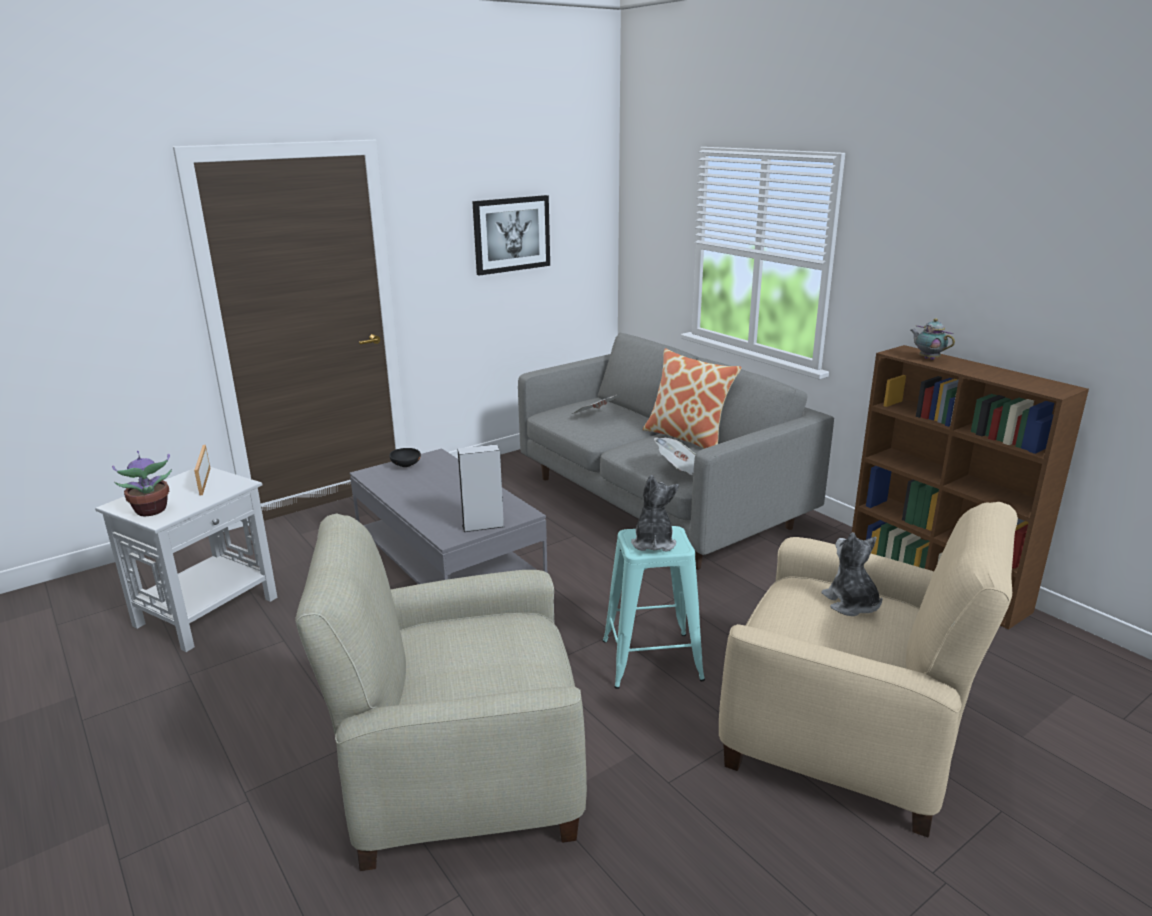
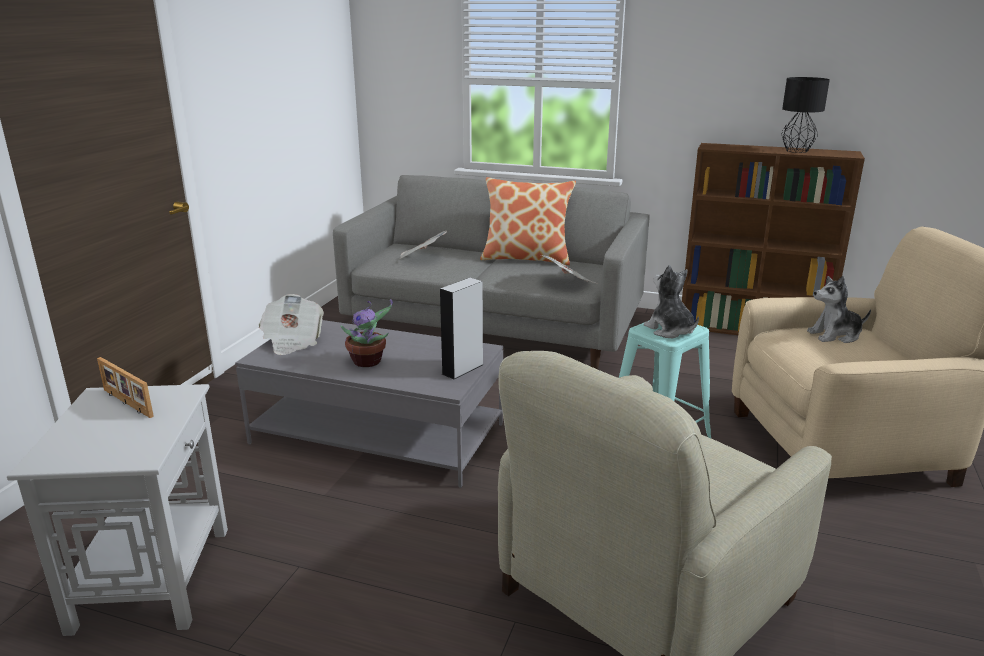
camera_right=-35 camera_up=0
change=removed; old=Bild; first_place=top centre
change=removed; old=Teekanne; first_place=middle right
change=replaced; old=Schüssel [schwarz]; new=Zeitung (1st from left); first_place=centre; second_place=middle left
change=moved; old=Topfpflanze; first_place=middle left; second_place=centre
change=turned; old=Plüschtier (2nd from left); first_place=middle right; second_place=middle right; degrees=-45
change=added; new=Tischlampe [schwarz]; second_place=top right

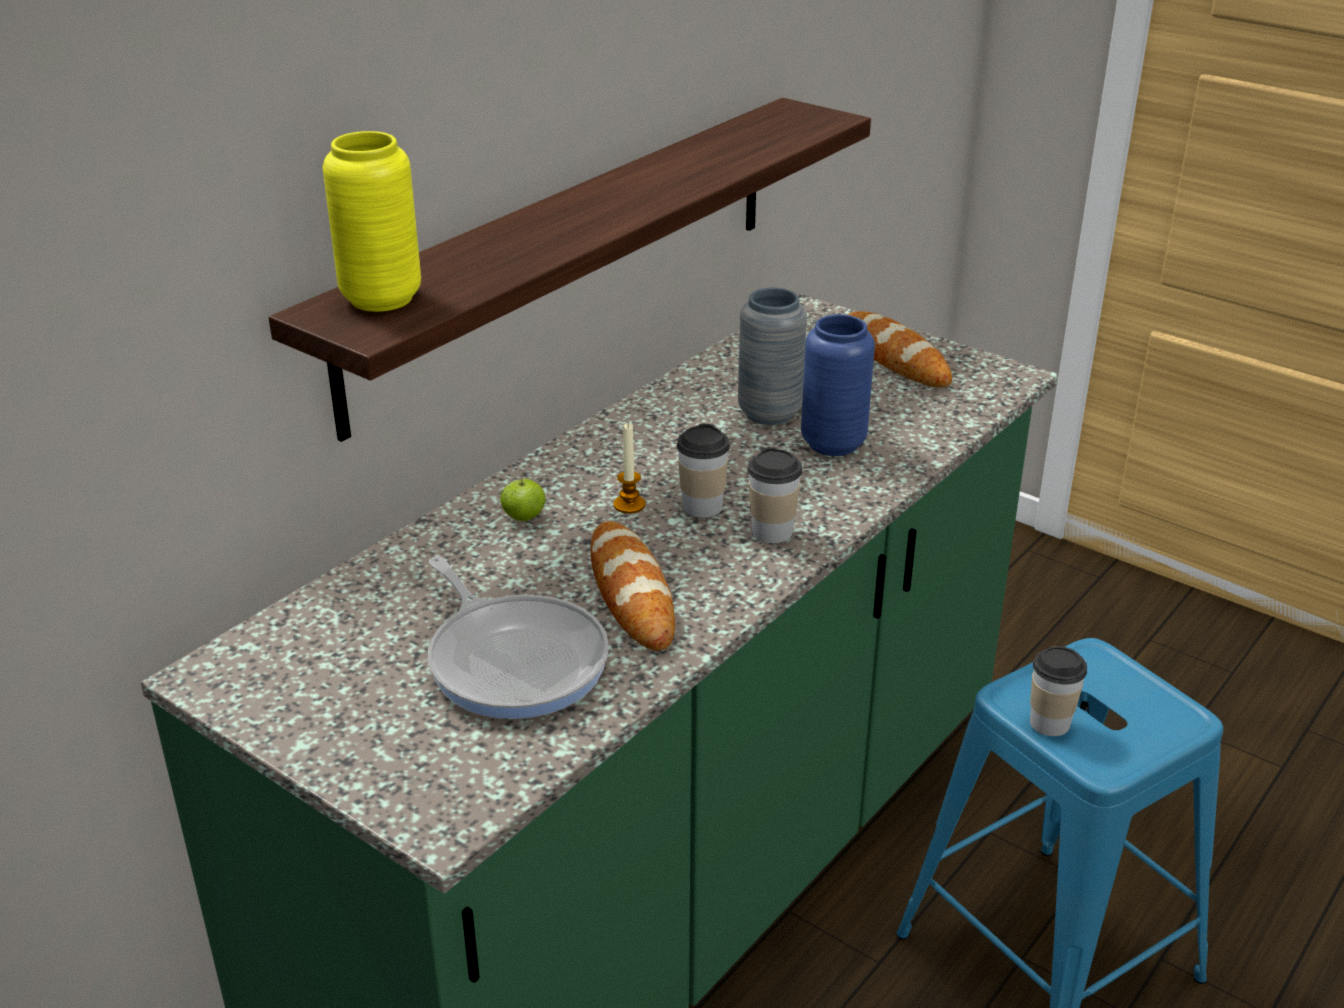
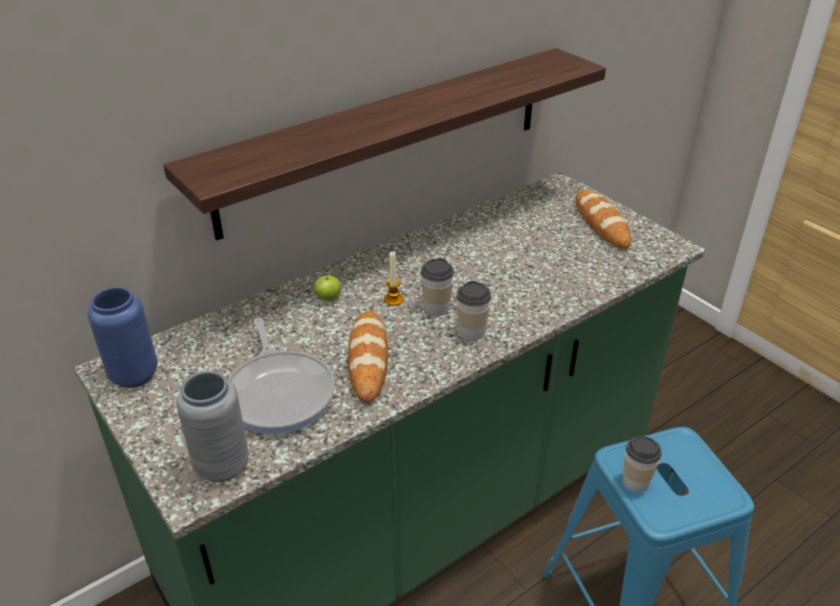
camera_right=15 camera_up=5
change=removed; old=Vase [gelb]; first_place=top left
change=moved; old=Vase [grau]; first_place=centre; second_place=bottom left
change=moved; old=Vase [blau]; first_place=centre; second_place=middle left

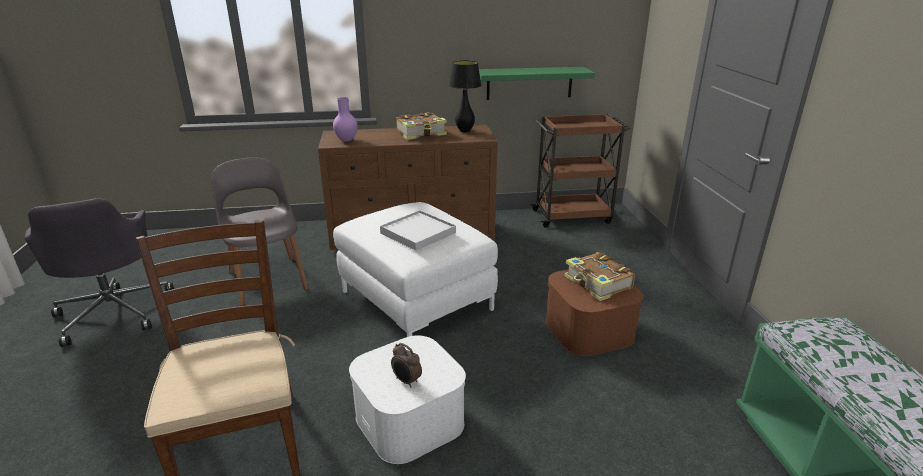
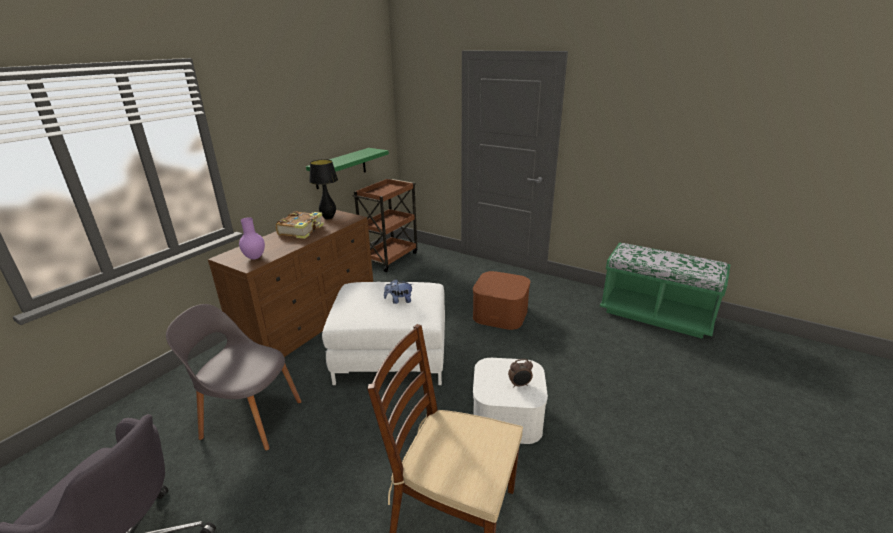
camera_right=-50 camera_up=0
change=replaced; old=Tablett [weiß]; new=Plüschtier; first_place=centre; second_place=centre
change=removed; old=Buch (2nd from left); first_place=centre

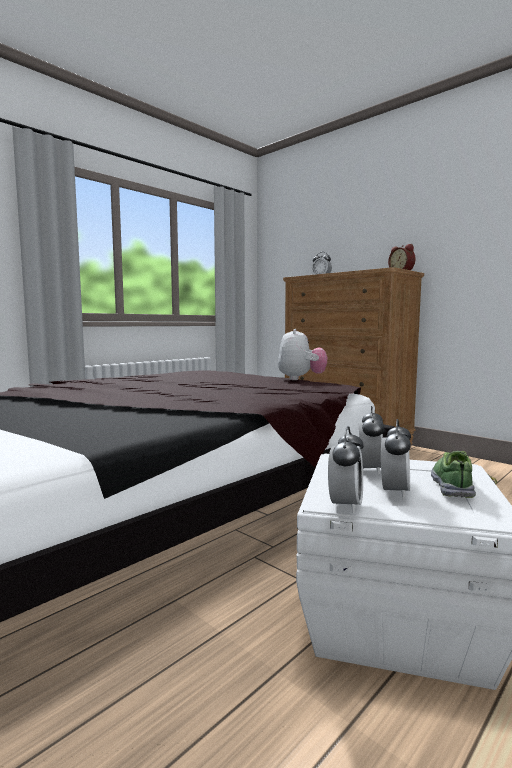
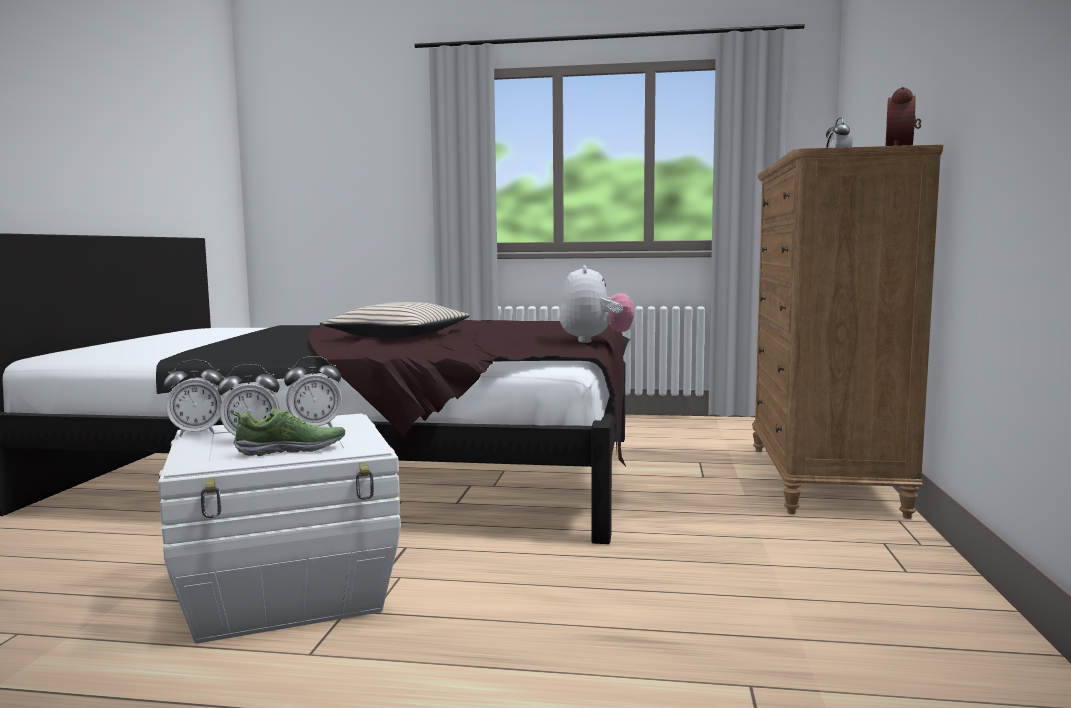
camera_right=55 camera_up=0
change=turned; old=Plüschtier; first_place=centre; second_place=centre; degrees=-60
change=added; new=Kissen [beige]; second_place=centre

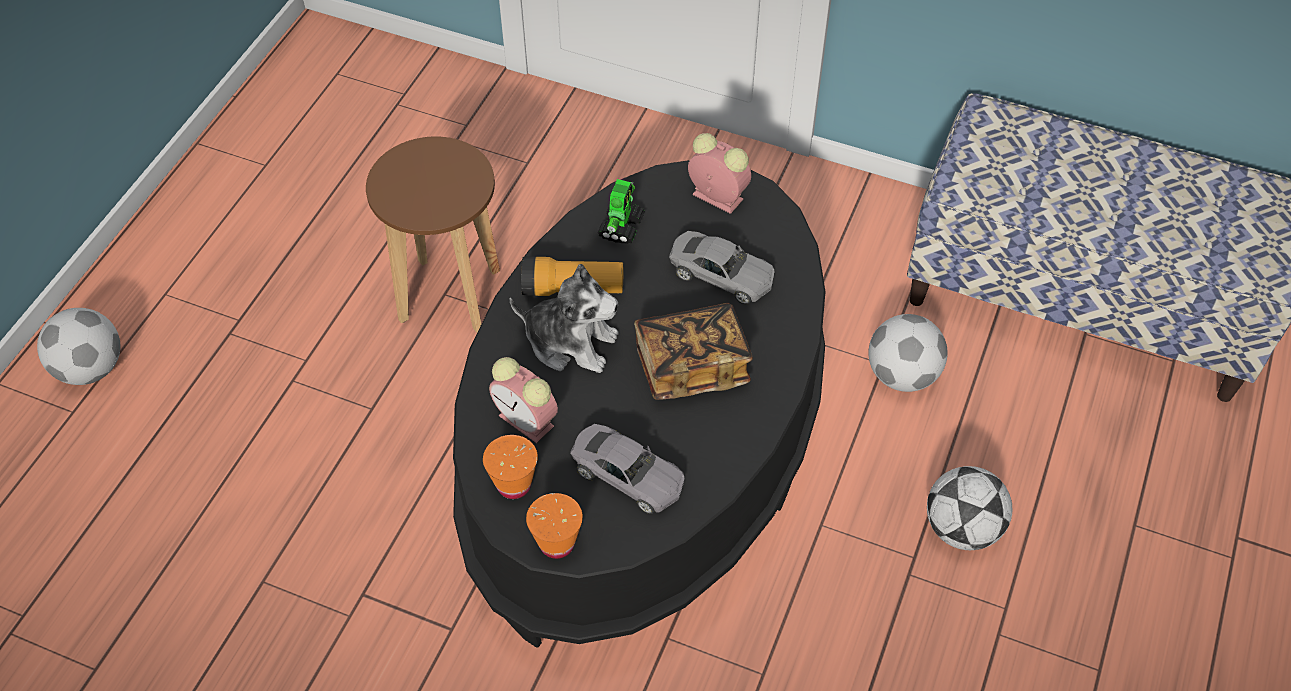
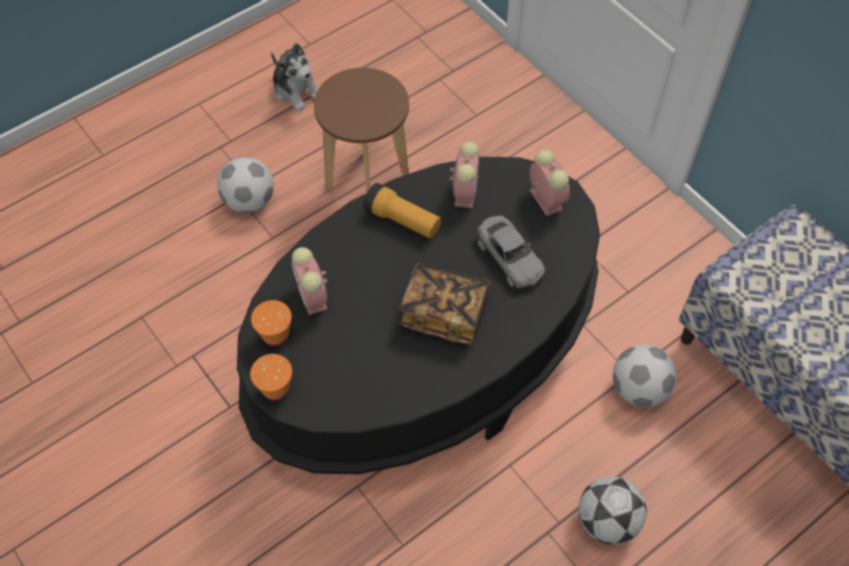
camera_right=30 camera_up=5
change=replaced; old=Spielzeugroboter; new=Wecker (2nd from left); first_place=top centre; second_place=top centre
change=moved; old=Plüschtier; first_place=centre; second_place=top centre
change=moved; old=Fußball (1st from left); first_place=middle left; second_place=top left
change=removed; old=Spielzeugauto [grau] (1st from left); first_place=bottom centre

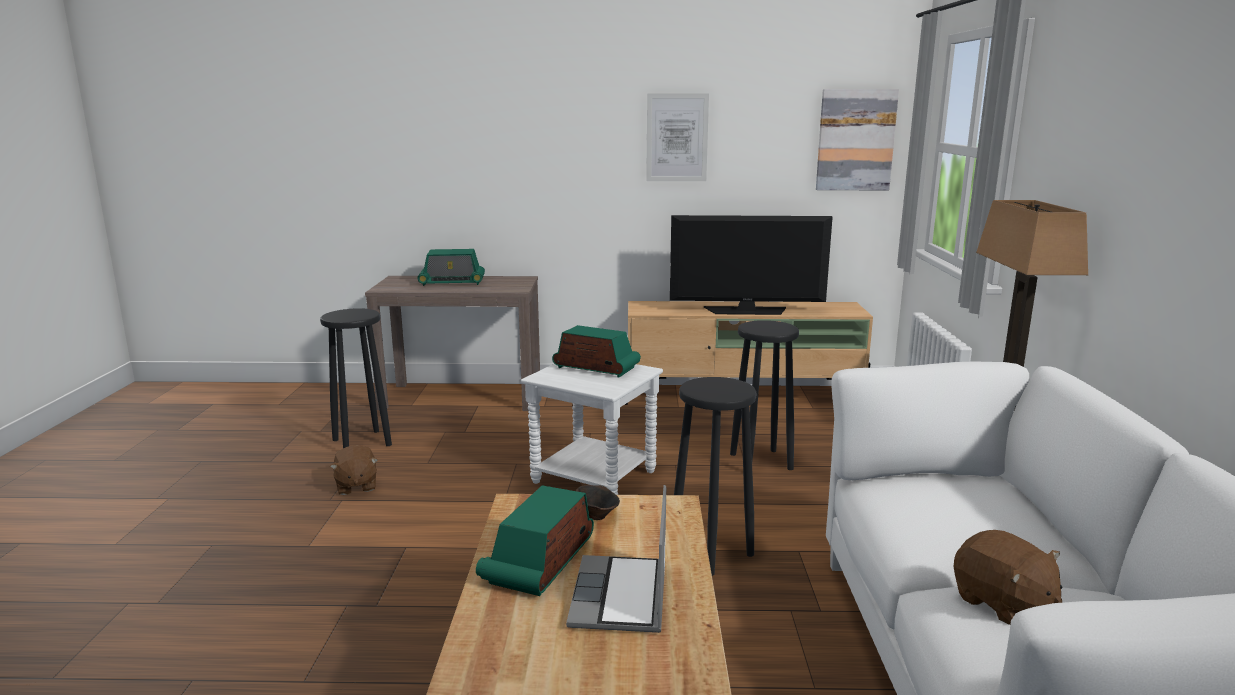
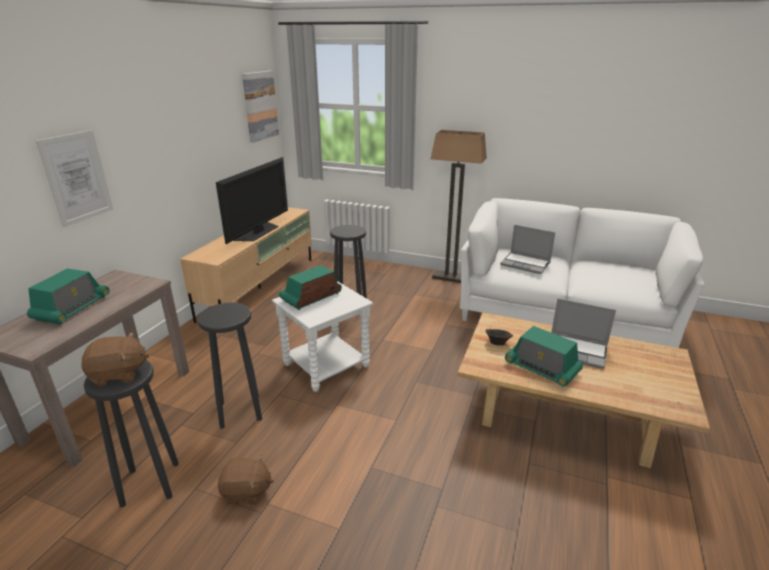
camera_right=-70 camera_up=10
change=moved; old=Bild (1st from left); first_place=top centre; second_place=top left
change=moved; old=Hocker [schwarz] (2nd from left); first_place=bottom centre; second_place=middle left
change=moved; old=Plüschtier [braun] (2nd from left in the first image); new=Plüschtier [braun] (1st from left); first_place=bottom right; second_place=middle left
change=added; new=Laptop (1st from left); second_place=middle right

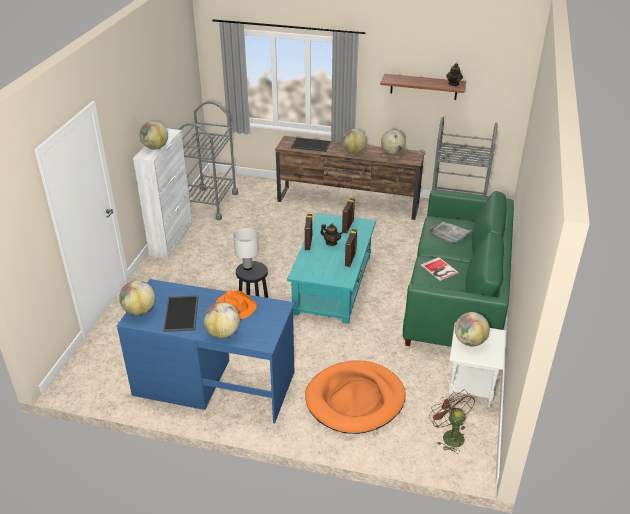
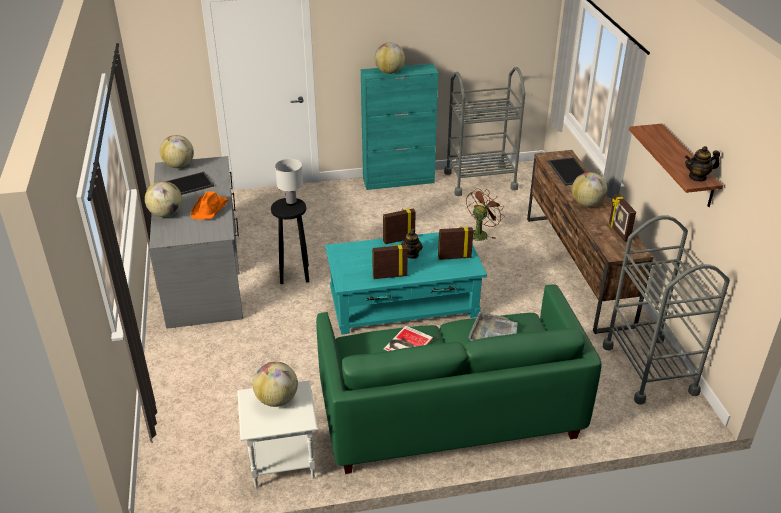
camera_right=65 camera_up=0
change=recoloured; old=Schrank [weiß]; new=Schrank [türkis]; first_place=middle left; second_place=top centre
change=replaced; old=Globus (5th from left); new=Bilderrahmen (4th from left); first_place=top centre; second_place=middle right
change=recoloured; old=Schreibtisch [blau]; new=Schreibtisch [grau]; first_place=bottom left; second_place=middle left
change=removed; old=Hundebett [orange]; first_place=bottom centre
change=moved; old=Ventilator [braun]; first_place=bottom right; second_place=centre

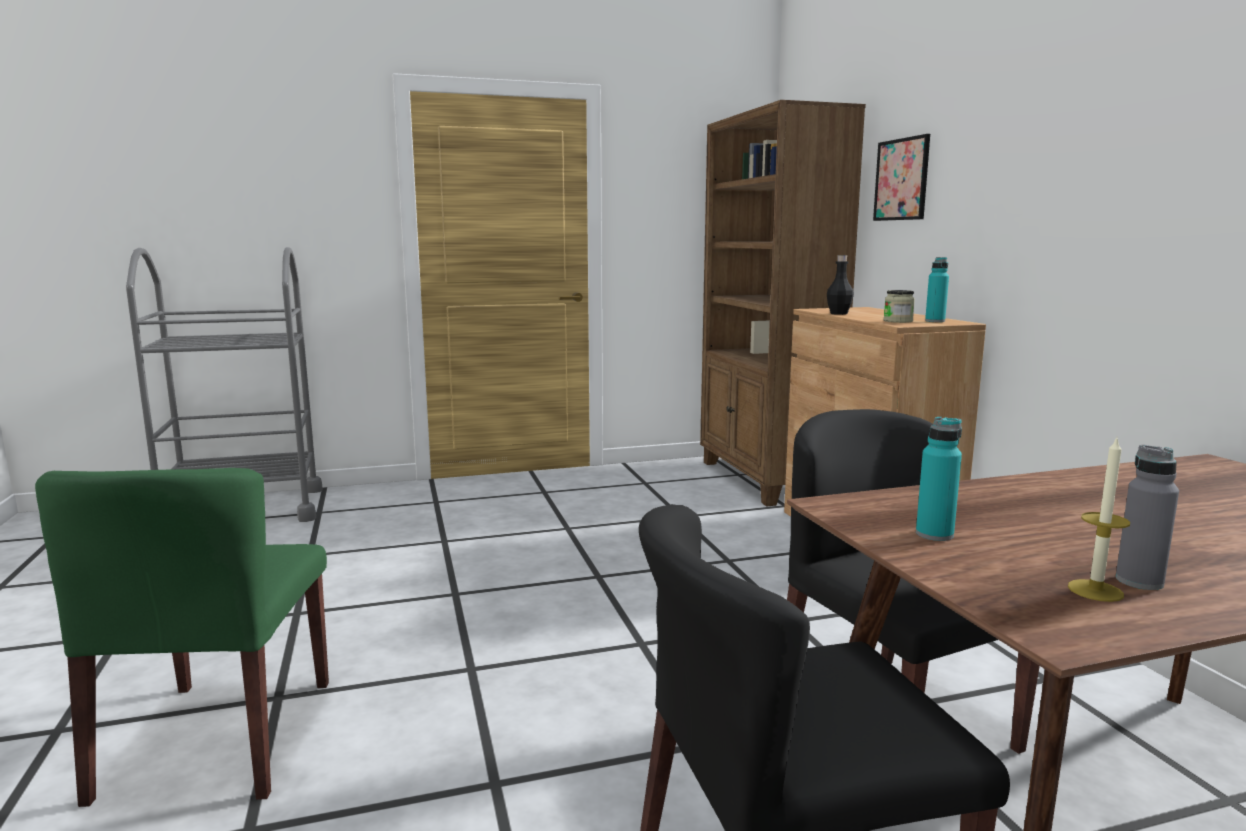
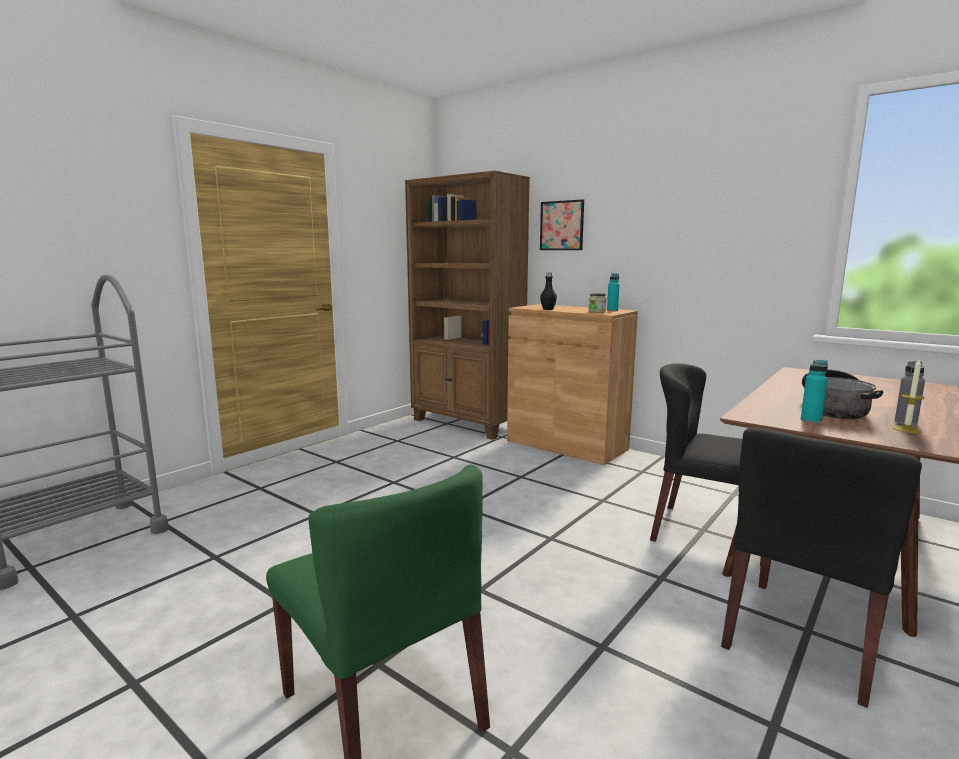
camera_right=-35 camera_up=0
change=added; new=Kochtopf; second_place=middle right

